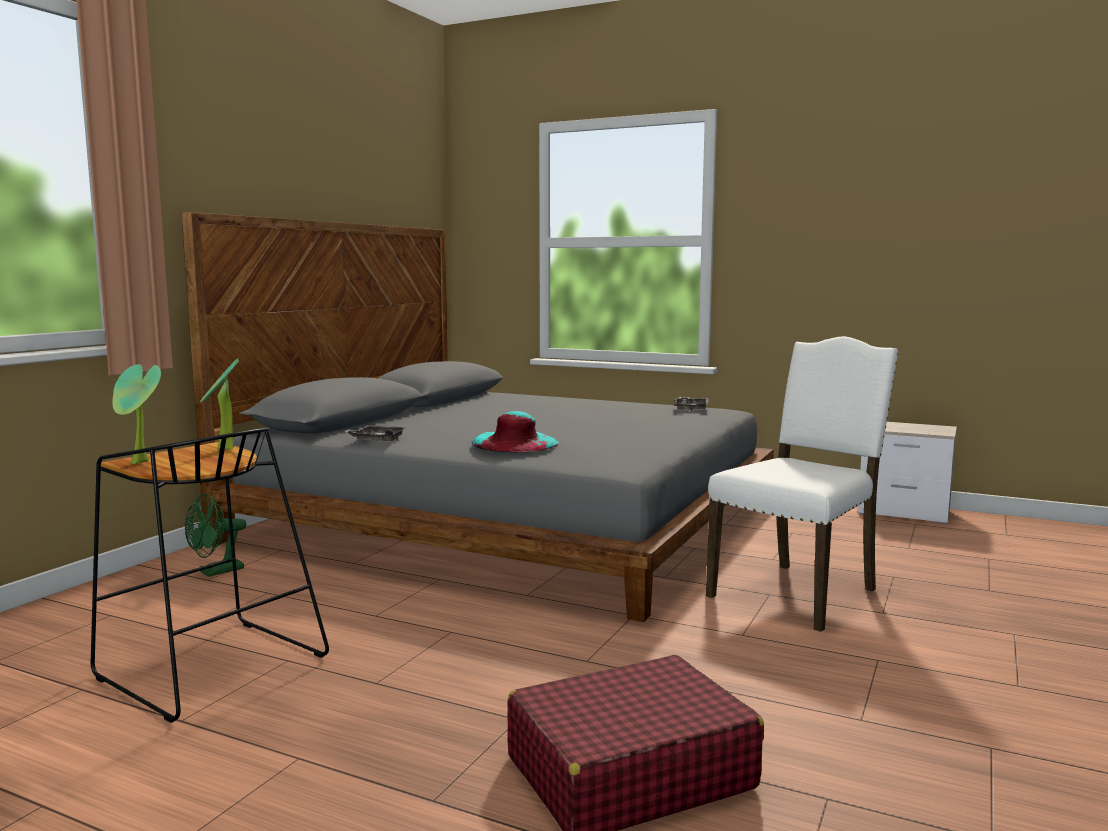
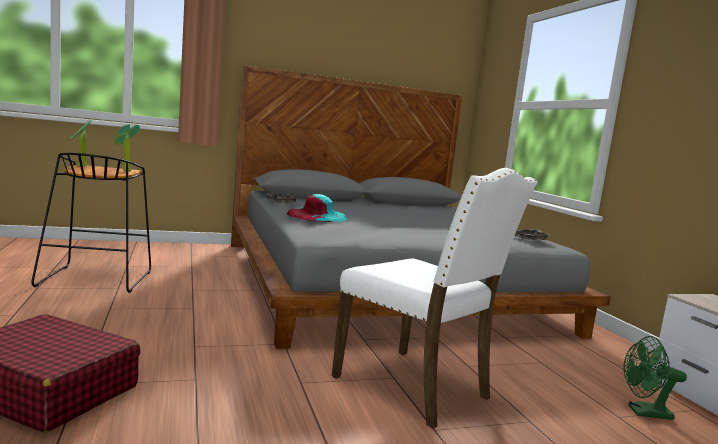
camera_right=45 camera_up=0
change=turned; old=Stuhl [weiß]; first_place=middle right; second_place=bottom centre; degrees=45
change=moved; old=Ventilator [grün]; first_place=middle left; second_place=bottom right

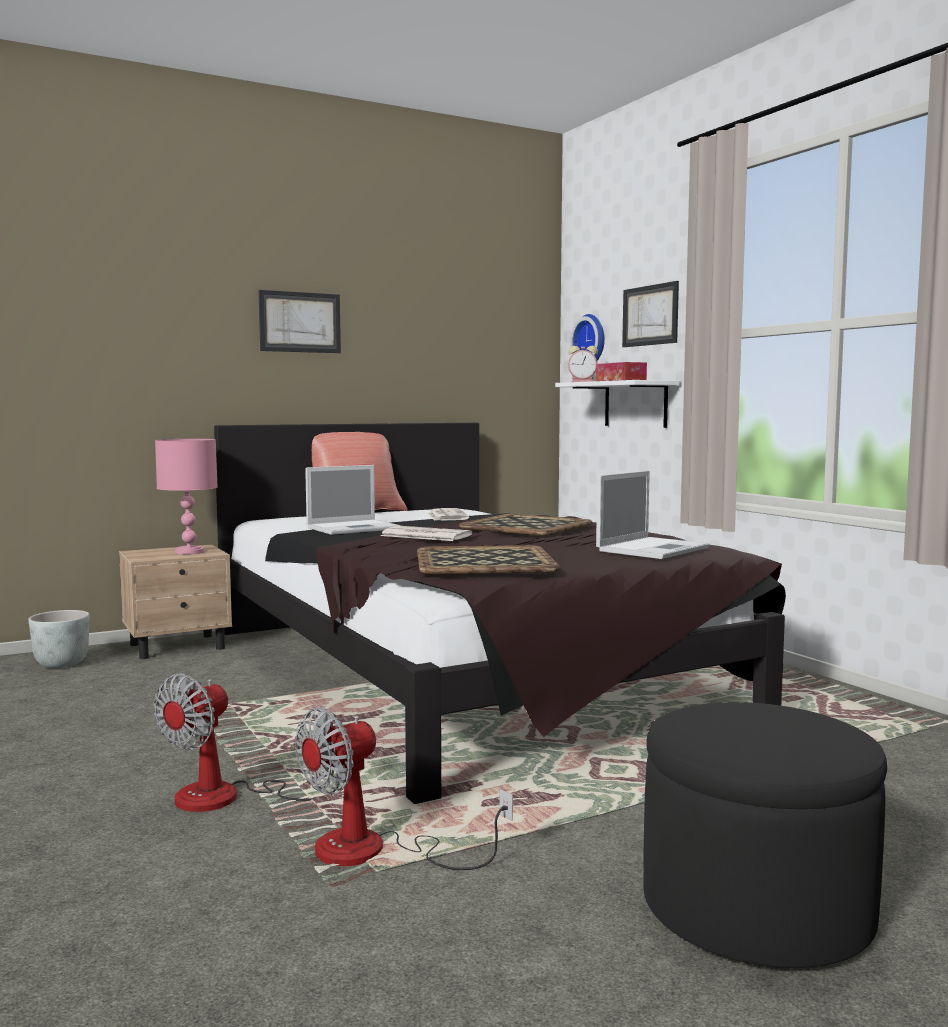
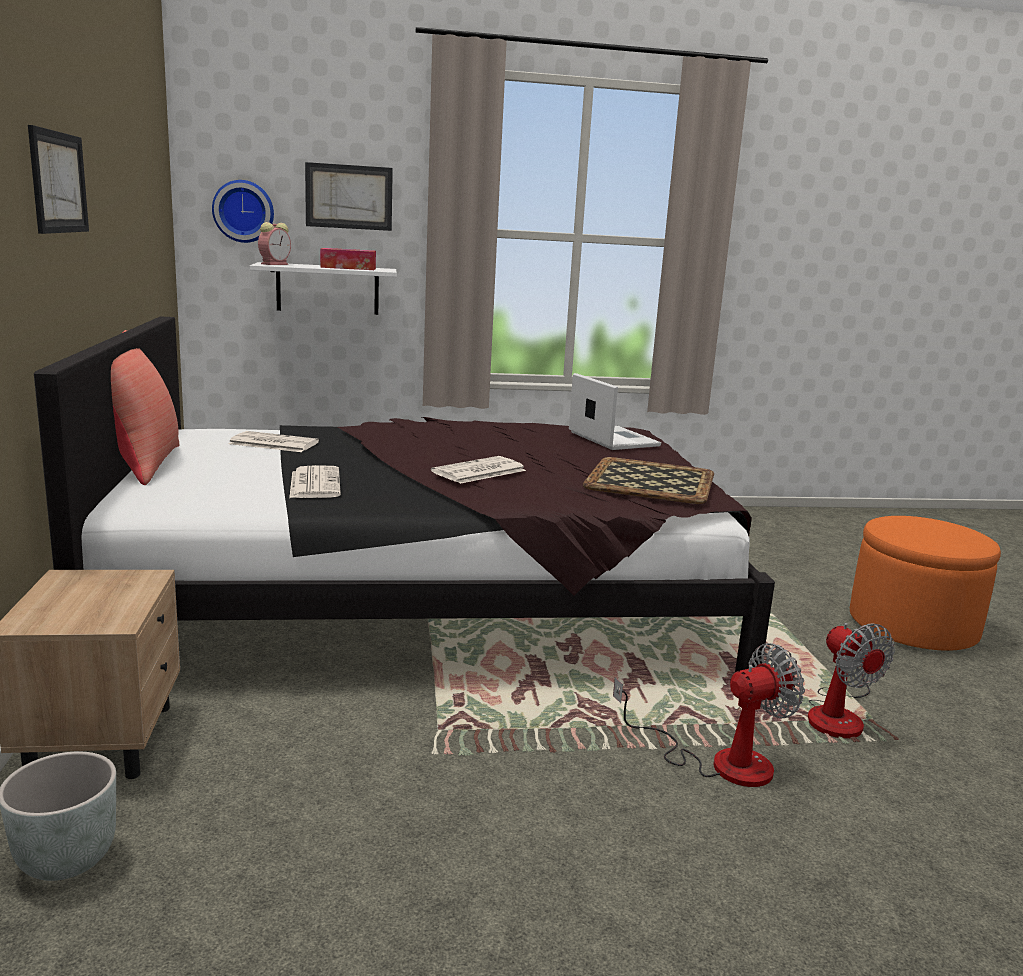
camera_right=-70 camera_up=10
change=removed; old=Tischlampe [rosa]; first_place=middle left
change=replaced; old=Laptop (1st from left); new=Zeitung (2nd from left); first_place=centre; second_place=middle left
change=removed; old=Tablett (2nd from left); first_place=centre
change=turned; old=Ventilator (1st from left); first_place=bottom left; second_place=bottom right; degrees=-75
change=recoloured; old=Polsterhocker [schwarz]; new=Polsterhocker [orange]; first_place=bottom right; second_place=middle right

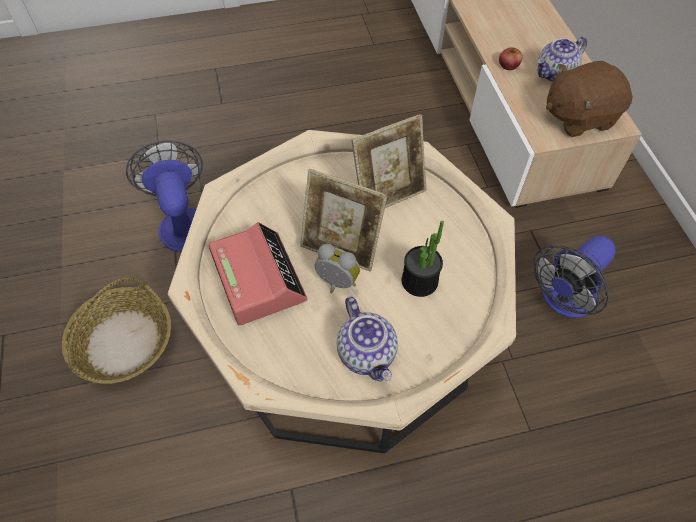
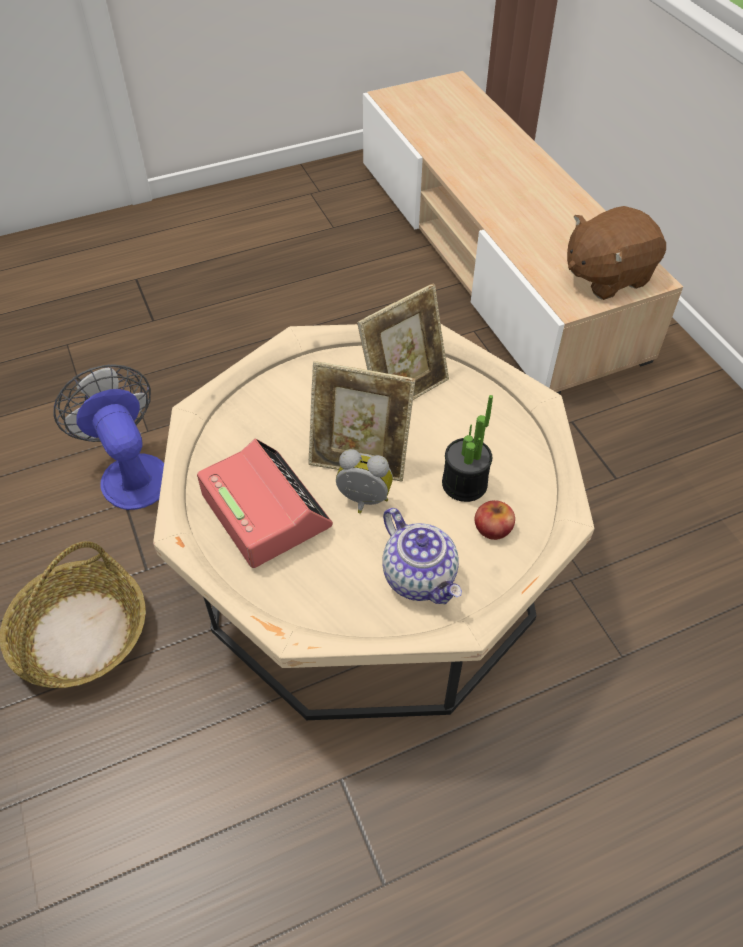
camera_right=-10 camera_up=-5
change=removed; old=Teekanne (2nd from left); first_place=top right
change=moved; old=Apfel; first_place=top right; second_place=centre
change=removed; old=Ventilator (2nd from left); first_place=middle right

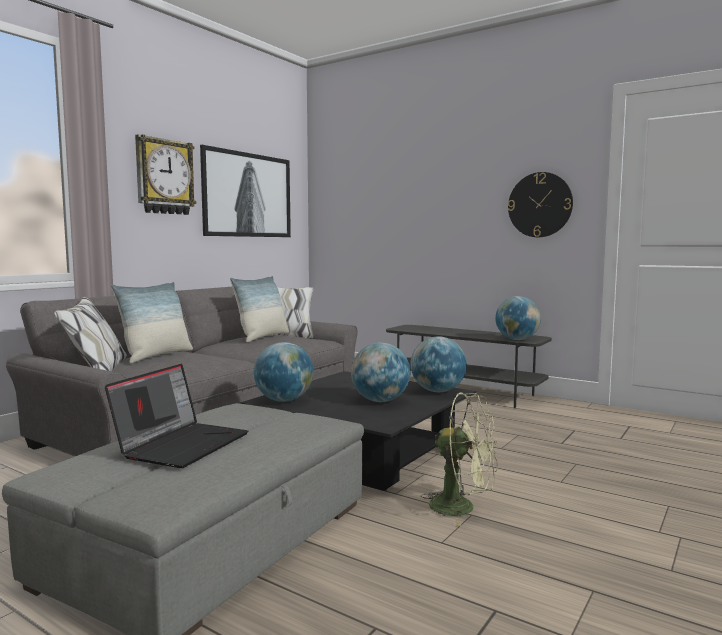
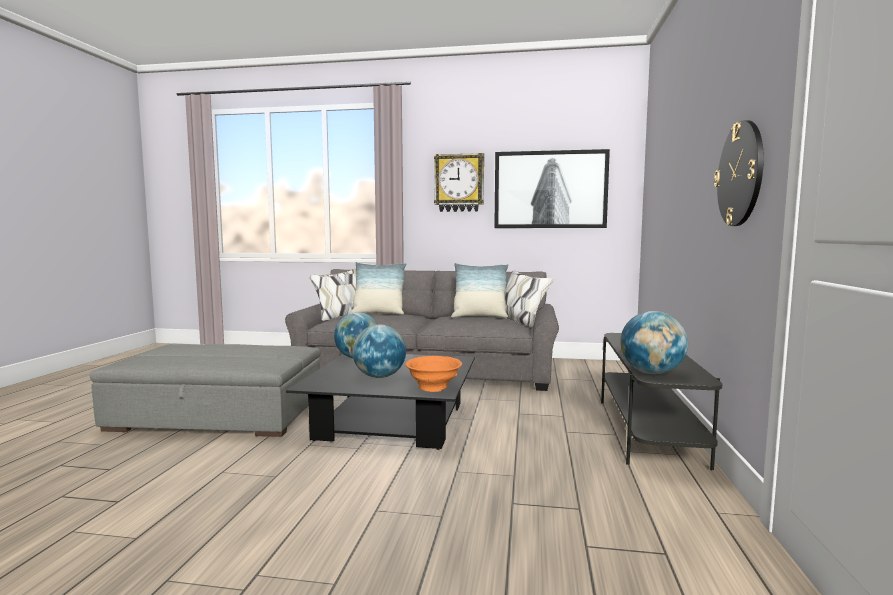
camera_right=65 camera_up=0
change=replaced; old=Globus (3rd from left); new=Schüssel [orange]; first_place=centre; second_place=centre
change=removed; old=Laptop; first_place=middle left
change=removed; old=Ventilator [grün]; first_place=bottom centre

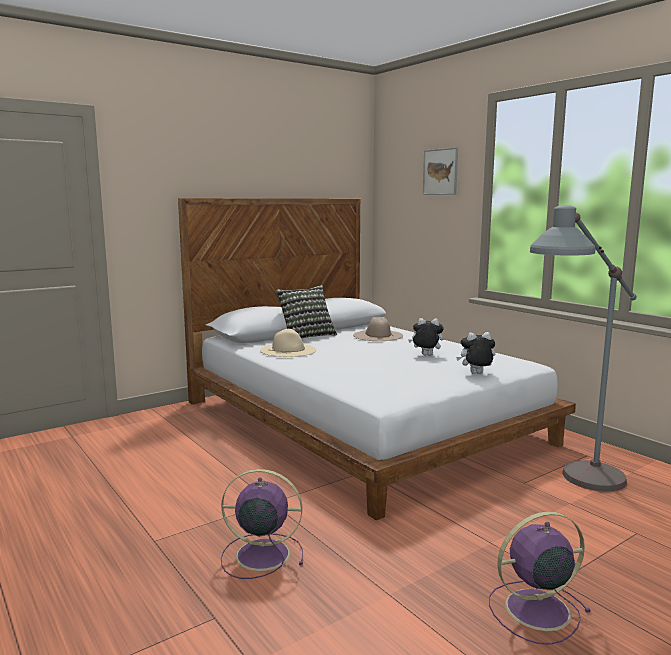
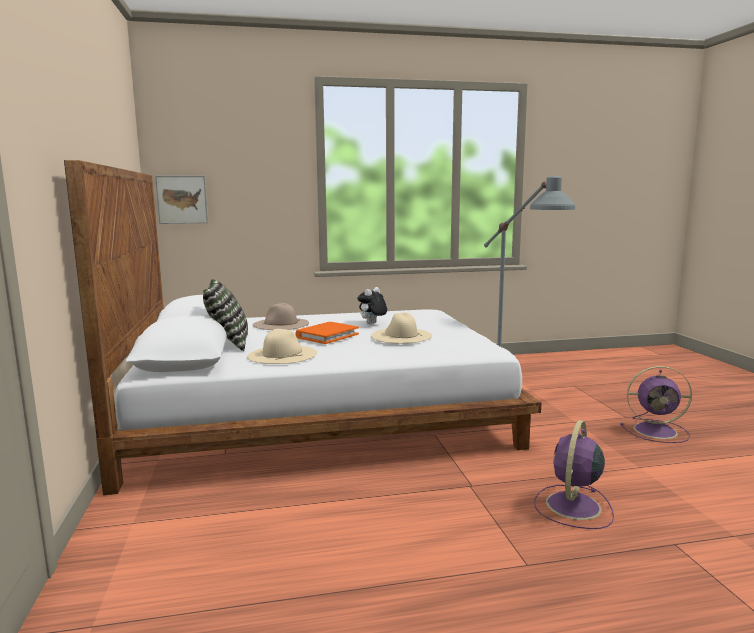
camera_right=-65 camera_up=0
change=moved; old=Bild; first_place=top centre; second_place=top left
change=removed; old=Plüschtier (2nd from left); first_place=middle right
change=turned; old=Ventilator [lila] (2nd from left); first_place=bottom right; second_place=middle right; degrees=-90
change=added; new=Hut [beige] (3rd from left); second_place=centre
change=added; new=Buch [orange]; second_place=centre

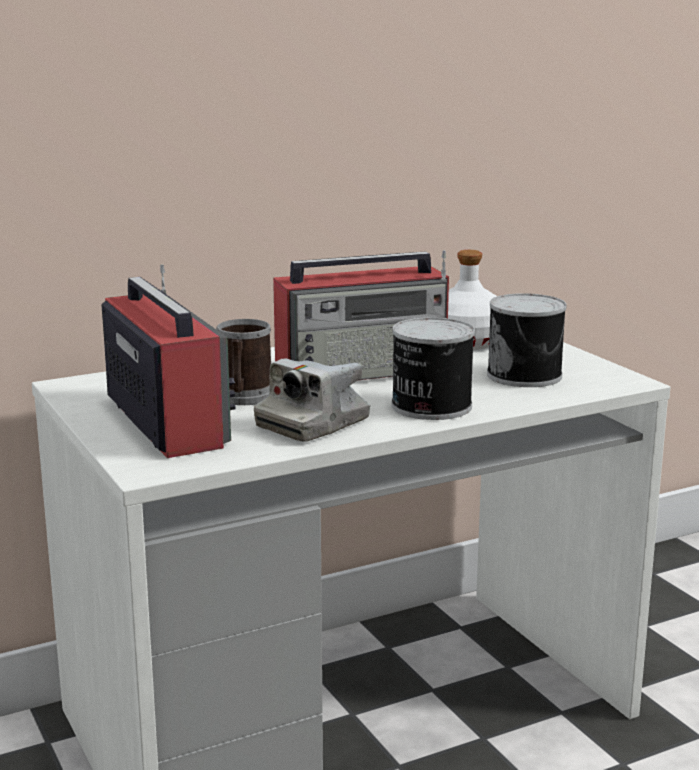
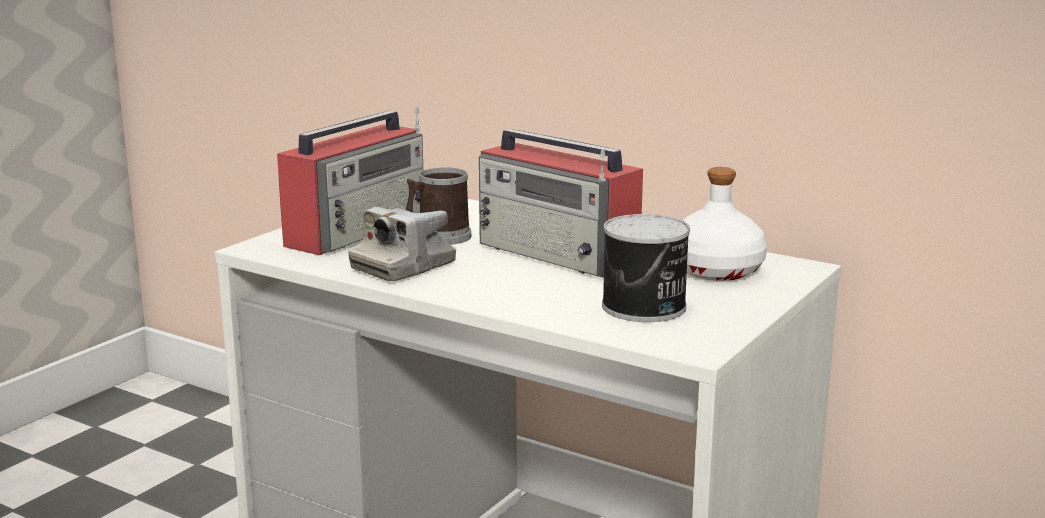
camera_right=60 camera_up=0
change=removed; old=Dose (1st from left); first_place=centre
change=turned; old=Kamera; first_place=centre; second_place=centre; degrees=-60

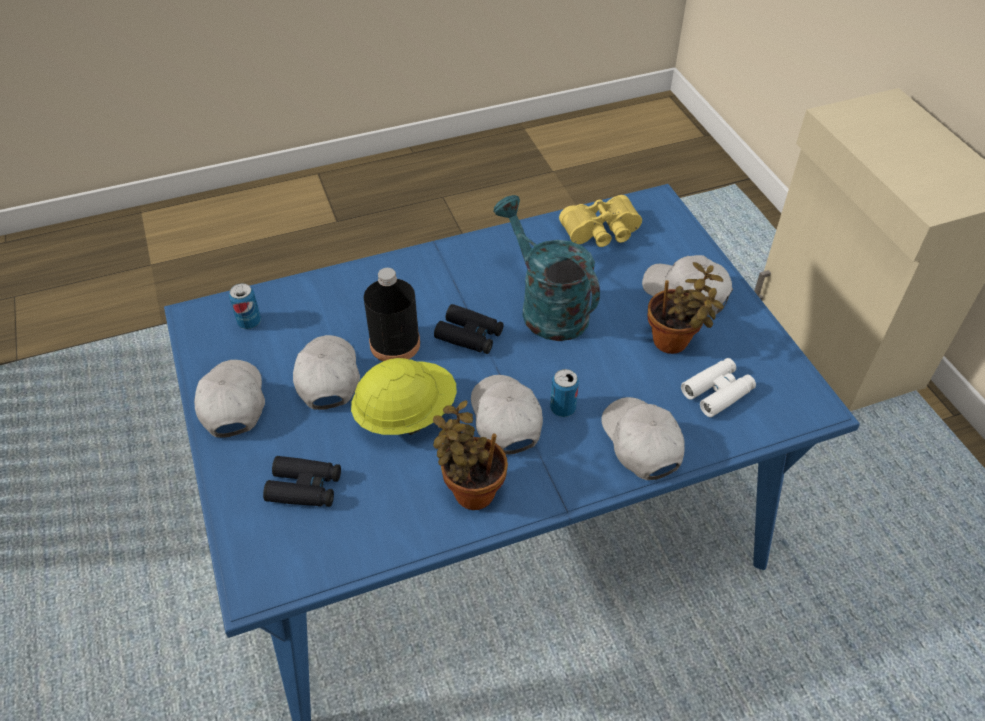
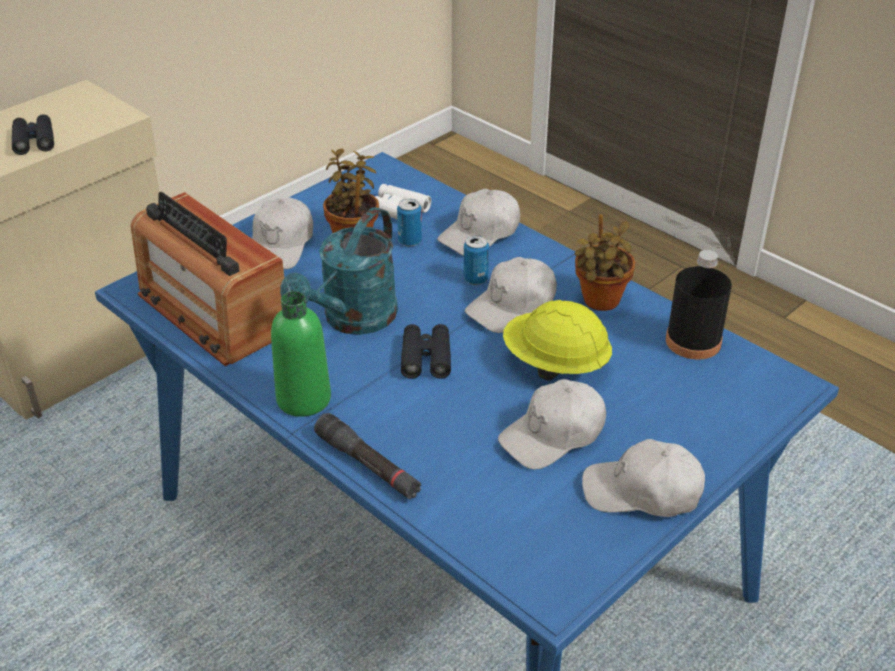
camera_right=-115 camera_up=-10
change=replaced; old=Fernglas [gelb]; new=Radio; first_place=top centre; second_place=middle left
change=moved; old=Flasche [schwarz]; first_place=centre; second_place=middle right
change=moved; old=Dose (1st from left); first_place=middle left; second_place=top centre
change=turned; old=Kappe [weiß] (1st from left in the first image); first_place=middle left; second_place=bottom right; degrees=45
change=moved; old=Fernglas [schwarz] (1st from left); first_place=bottom left; second_place=top left
change=added; new=Flasche [grün]; second_place=centre
change=added; new=Taschenlampe [schwarz]; second_place=bottom centre

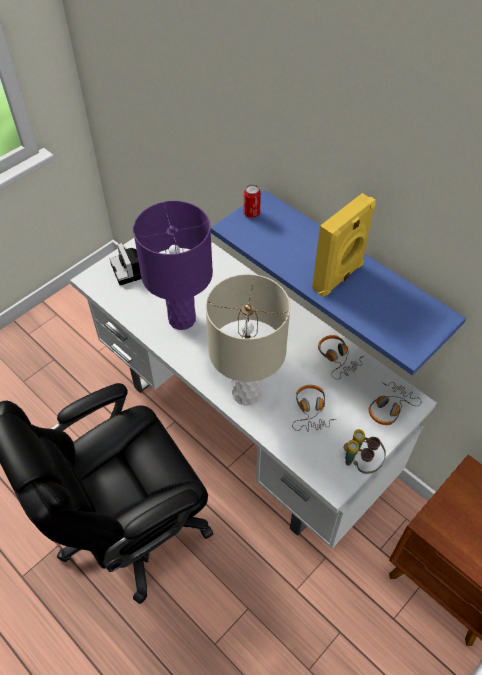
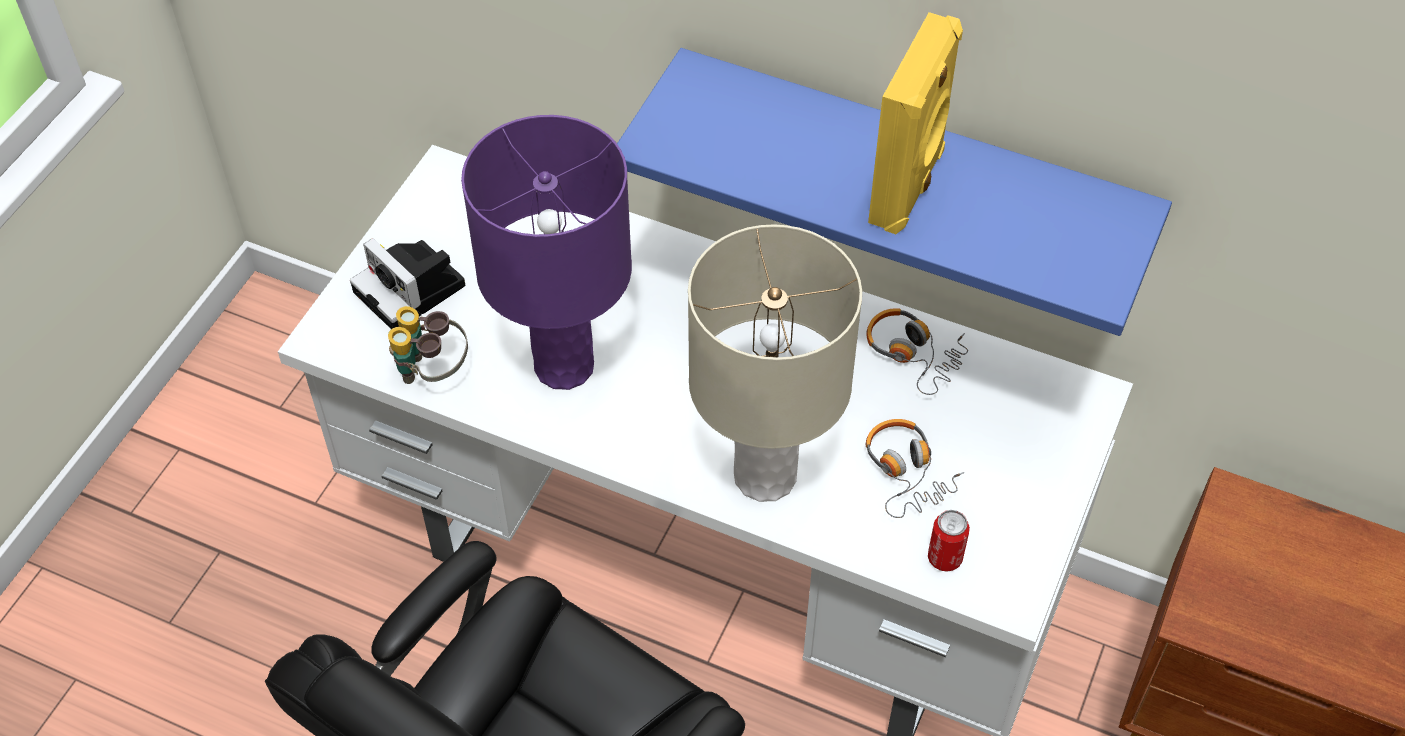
camera_right=-20 camera_up=0
change=moved; old=Dose; first_place=top centre; second_place=bottom right
change=removed; old=Kopfhörer (3rd from left); first_place=middle right
change=moved; old=Fernglas; first_place=bottom right; second_place=middle left

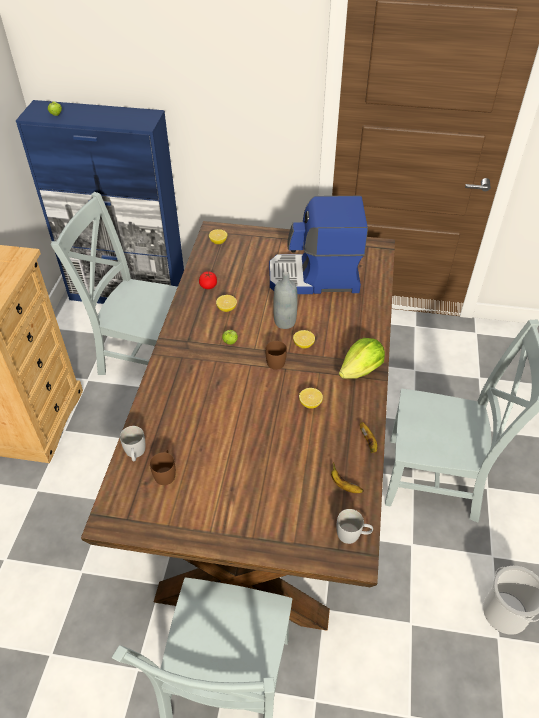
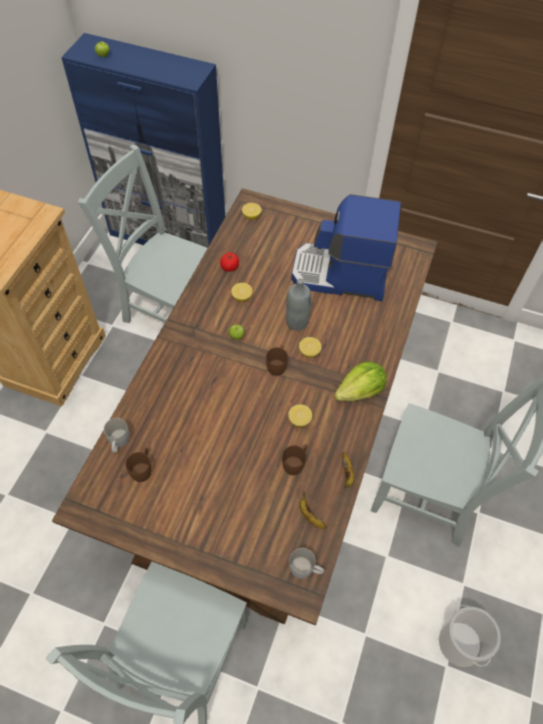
camera_right=10 camera_up=10
change=added; new=Henkelbecher [braun] (3rd from left); second_place=centre

